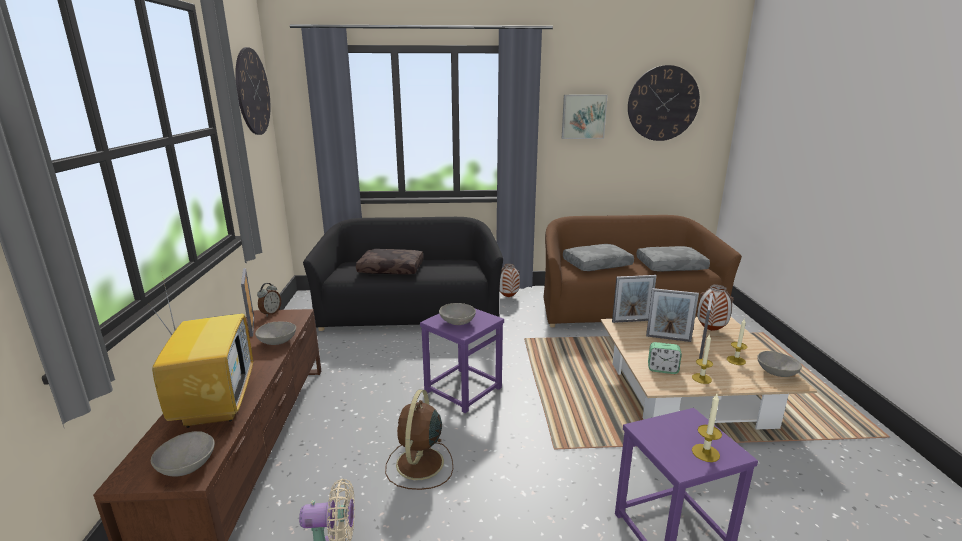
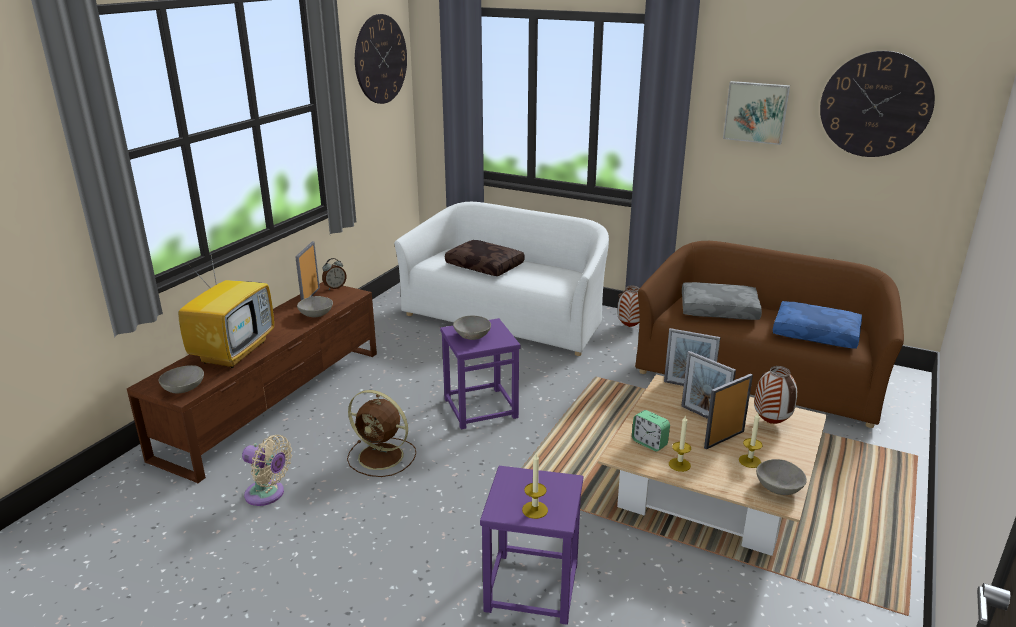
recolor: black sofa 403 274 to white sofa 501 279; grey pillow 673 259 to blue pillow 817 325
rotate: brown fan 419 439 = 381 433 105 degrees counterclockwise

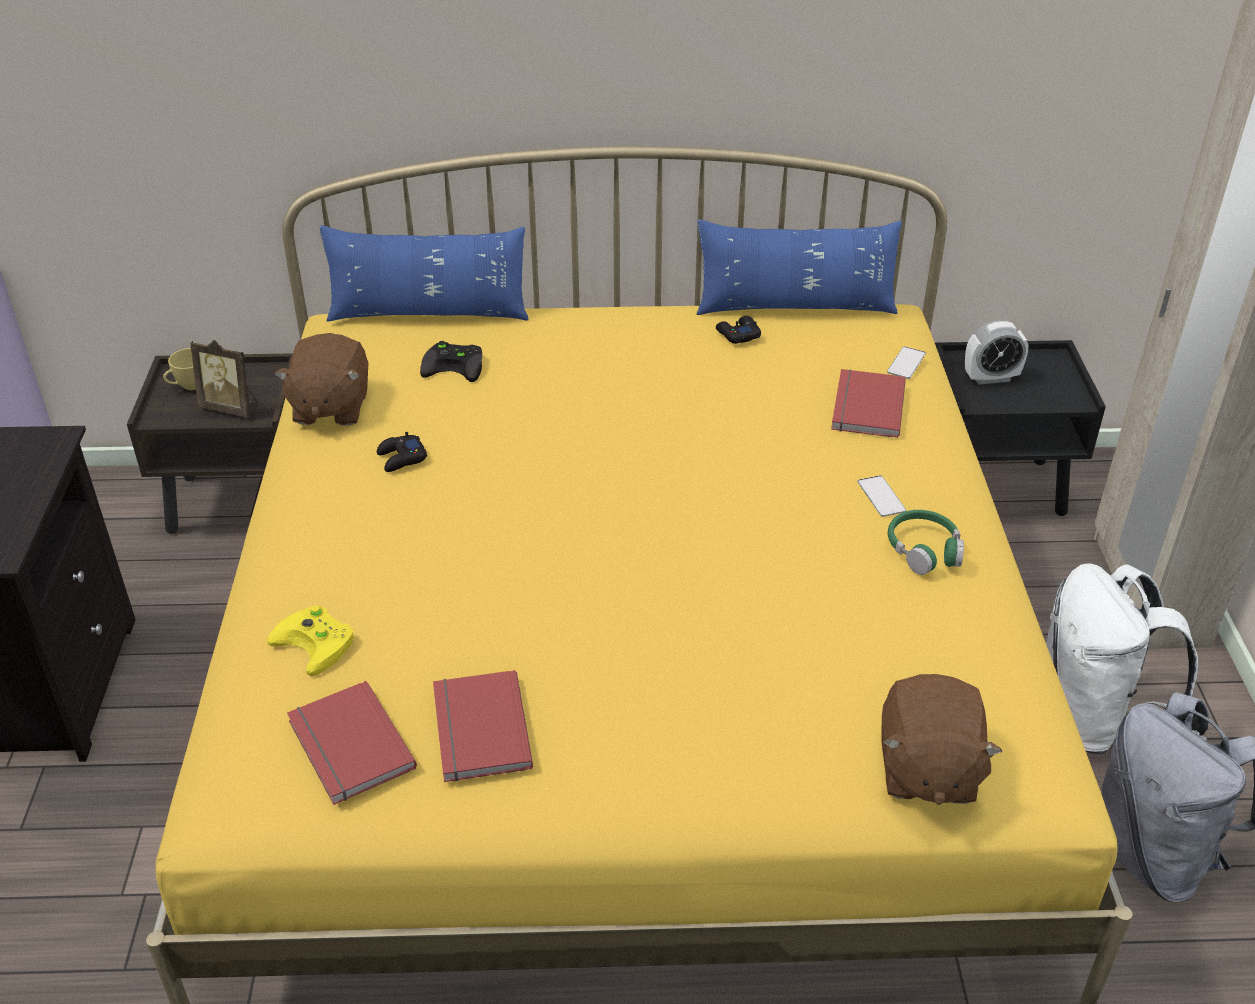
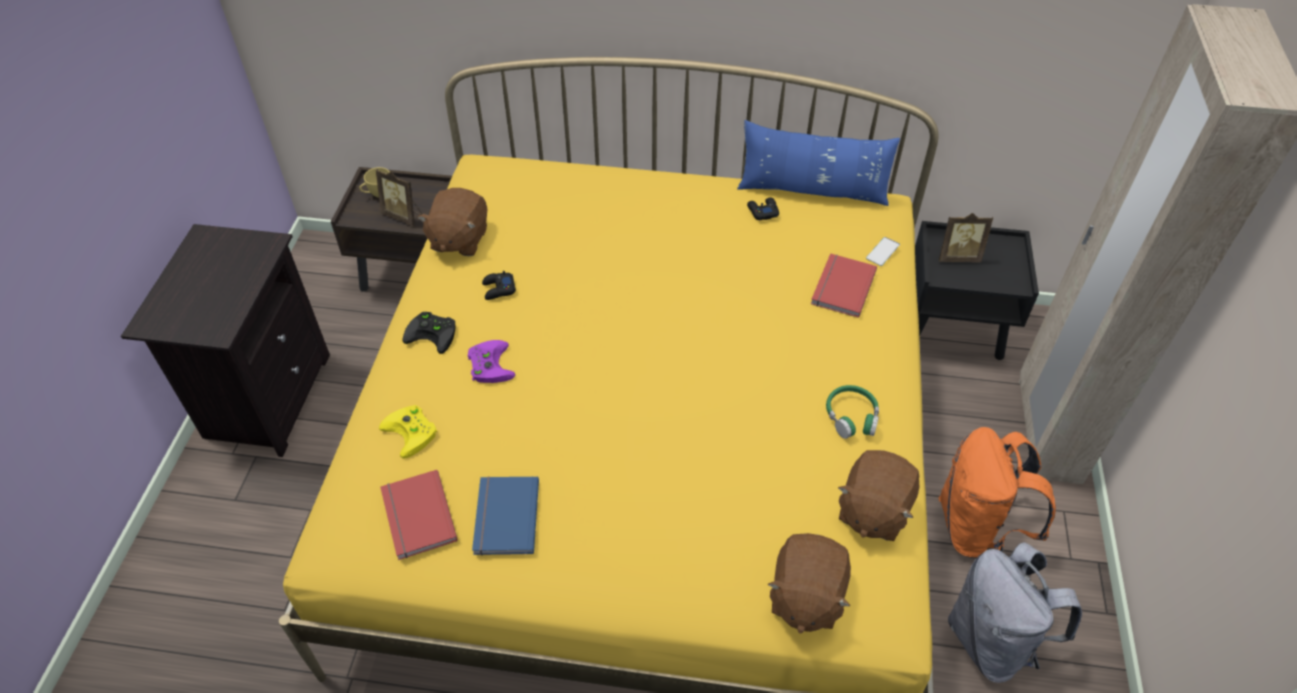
delete: blue pillow 424 273; phone 882 496
insert: purple game controller 492 361; brown plush toy 878 495
move: black game controller 451 361 to 429 333
replace: alarm clock 996 353 to picture frame 966 237
recolor: red book 483 726 to blue book 505 515; white backpack 1122 659 to orange backpack 997 492

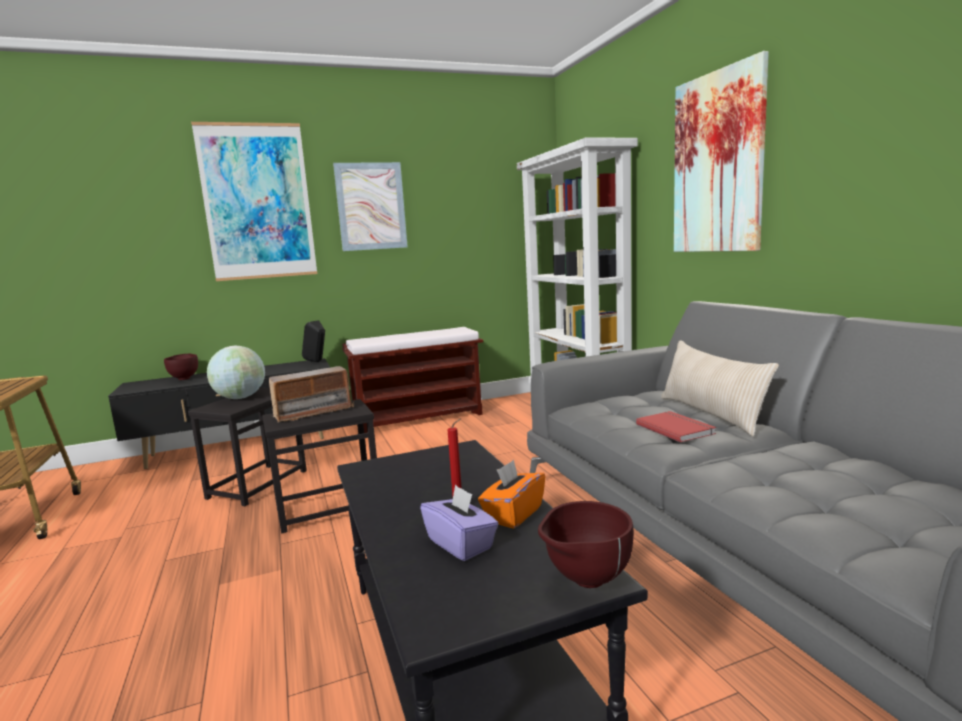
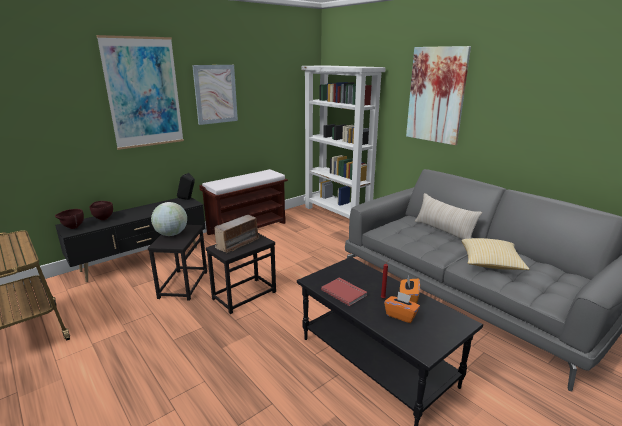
insert: pillow 495 254
move: brown bowl 586 544 to 69 219; red book 676 426 to 344 292
recolor: purple tissue box 459 522 to orange tissue box 402 307

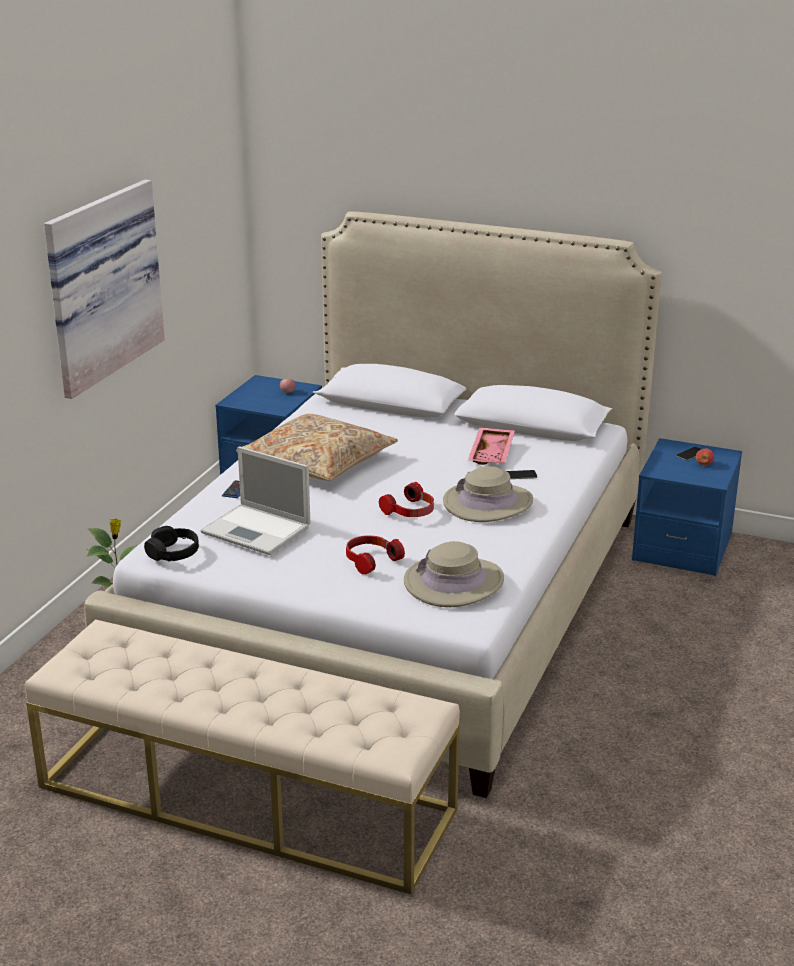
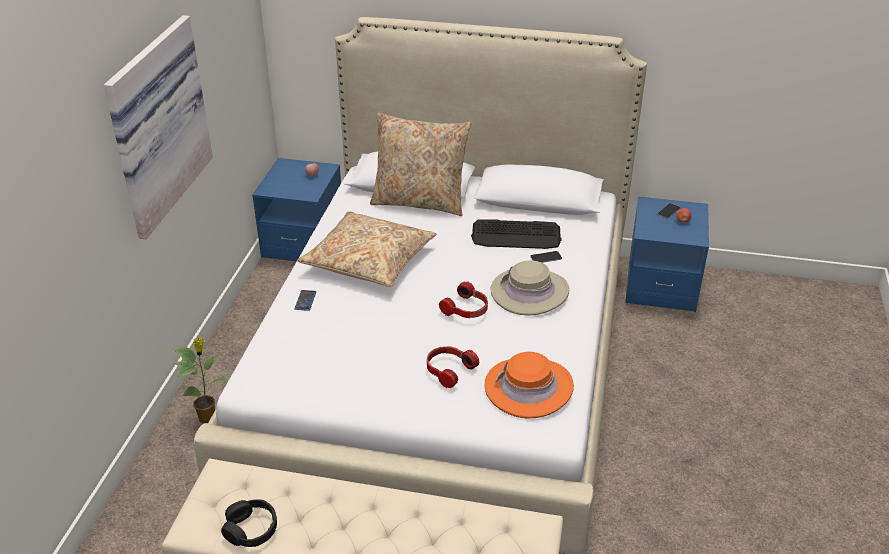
delete: laptop 255 501
insert: beige pillow 421 164
move: black headphones 171 543 to 249 523
replace: pink tray 491 446 to keyboard 516 234
recolor: beige hat 454 574 to orange hat 529 385

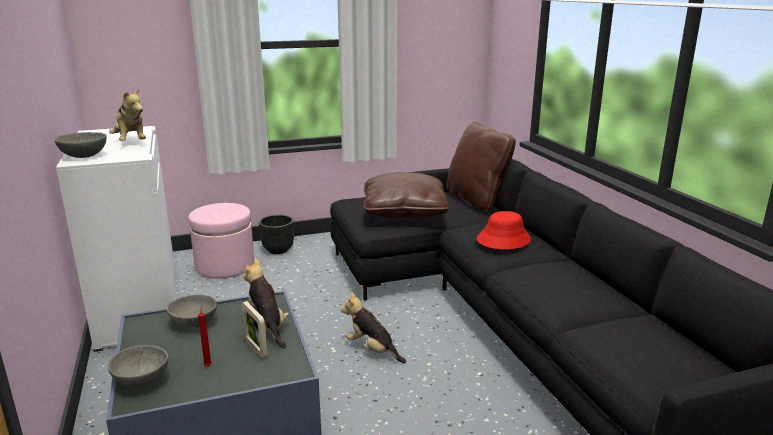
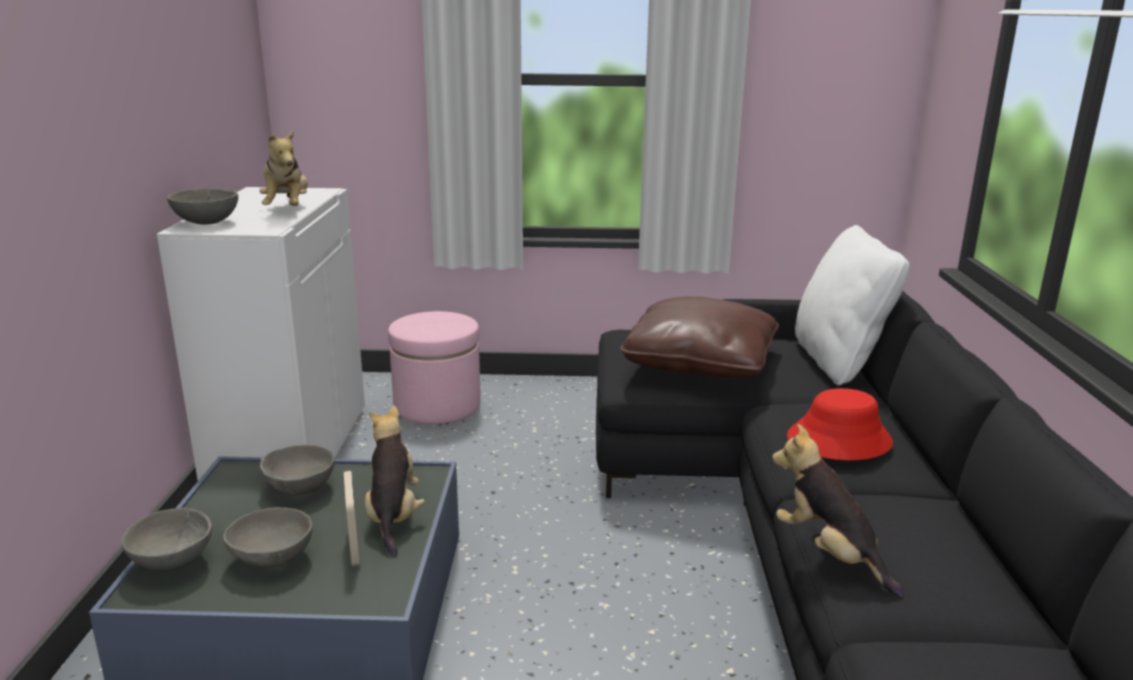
delete: black planter 276 234
move: plush toy 373 328 to 838 510
replace: red candle 205 336 to grey bowl 268 537
recolor: brown pillow 481 167 to white pillow 852 305

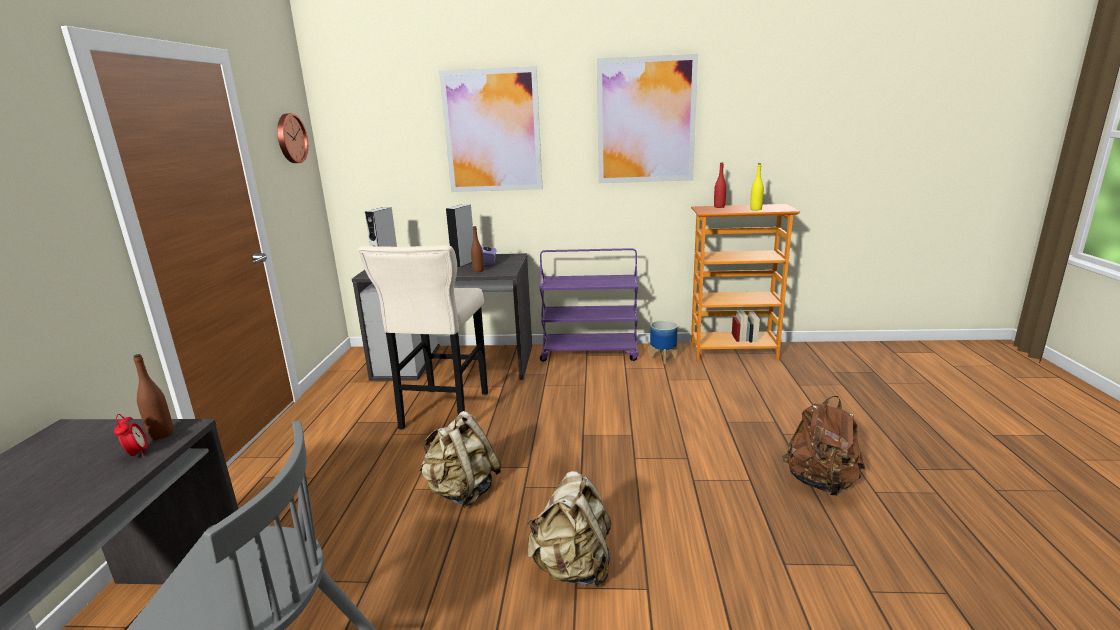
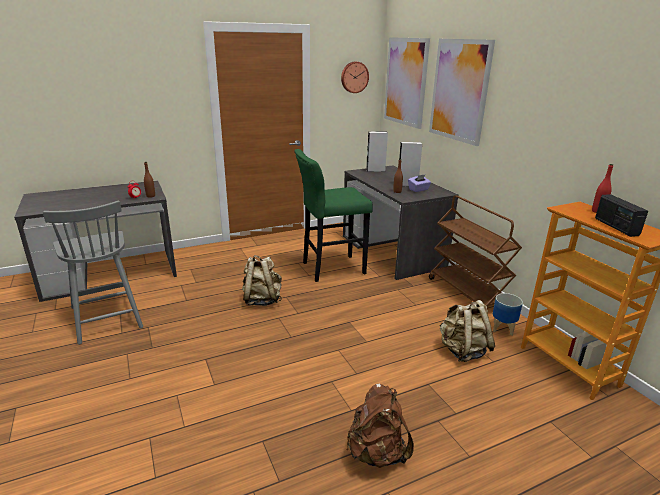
move: beige backpack 569 529 to 467 331; picture 647 118 to 407 83
replace: yellow bottle 757 186 to radio 621 215
recolor: beige stool 423 337 to green stool 333 215; purple cart 589 305 to brown cart 475 251

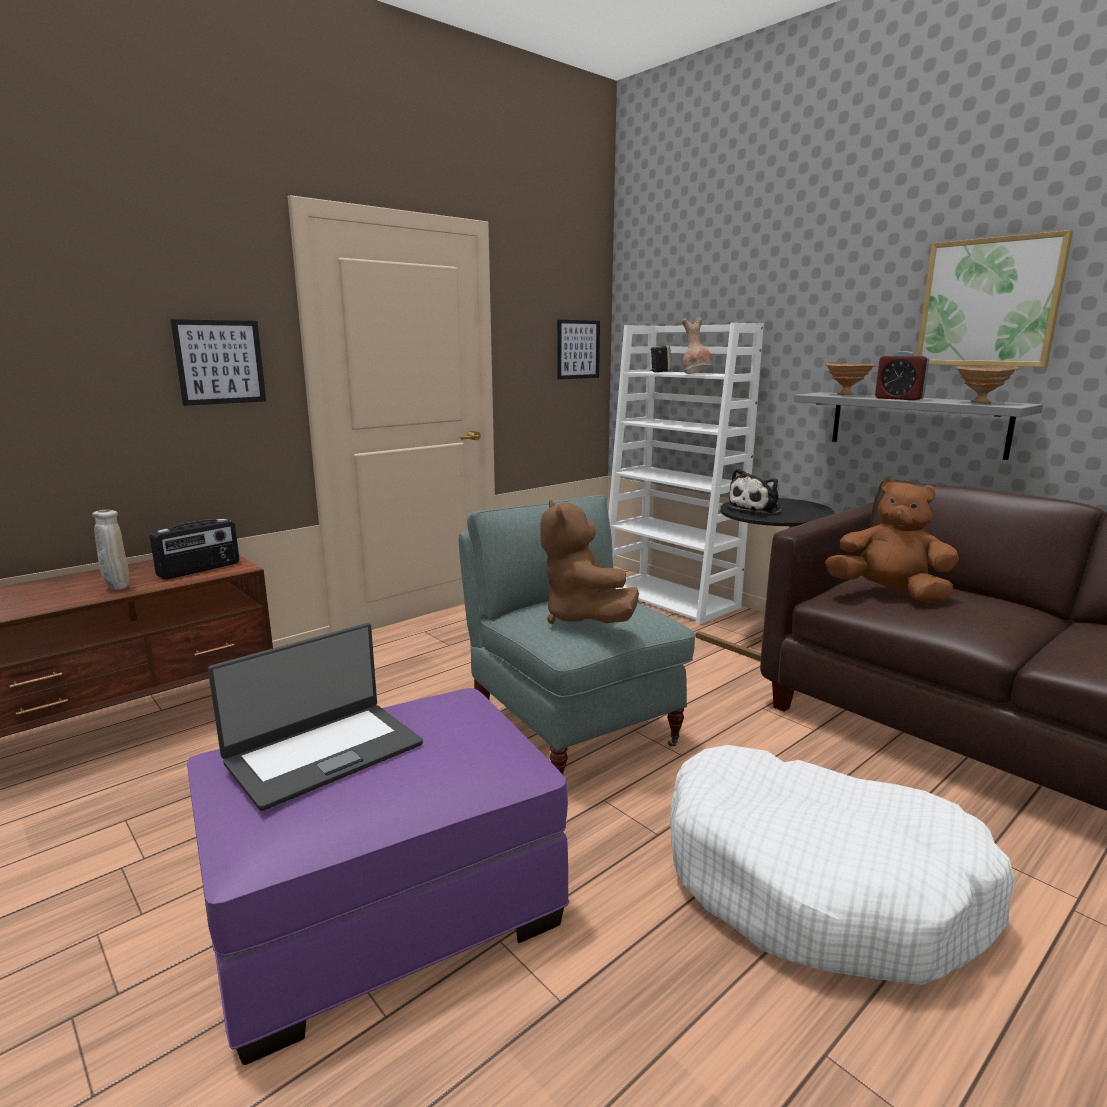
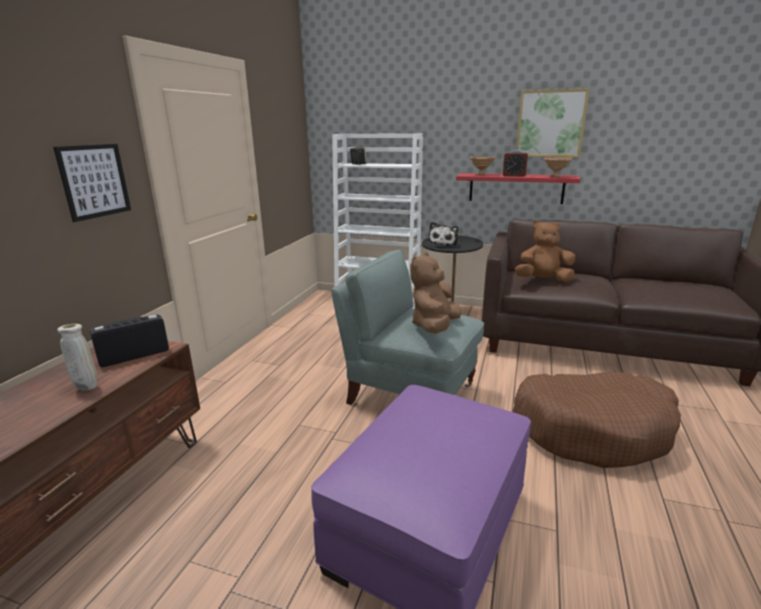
delete: laptop 315 717; picture 578 349; brown vase 697 345
recolor: white dog bed 842 865 to brown dog bed 597 420; grey shelf 918 426 to red shelf 518 188
rotate: radio 194 549 = 129 341 135 degrees counterclockwise; brown plush toy 589 562 = 436 293 75 degrees clockwise

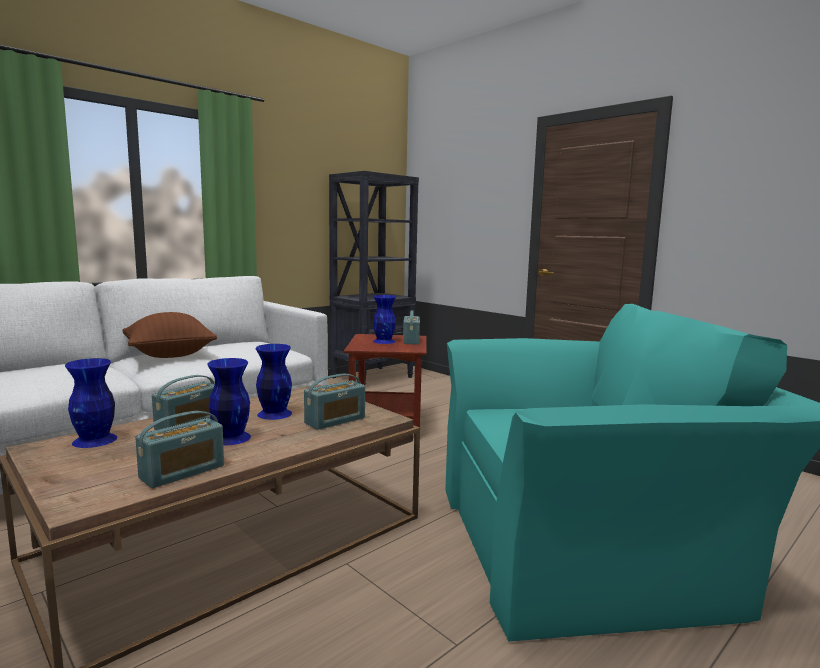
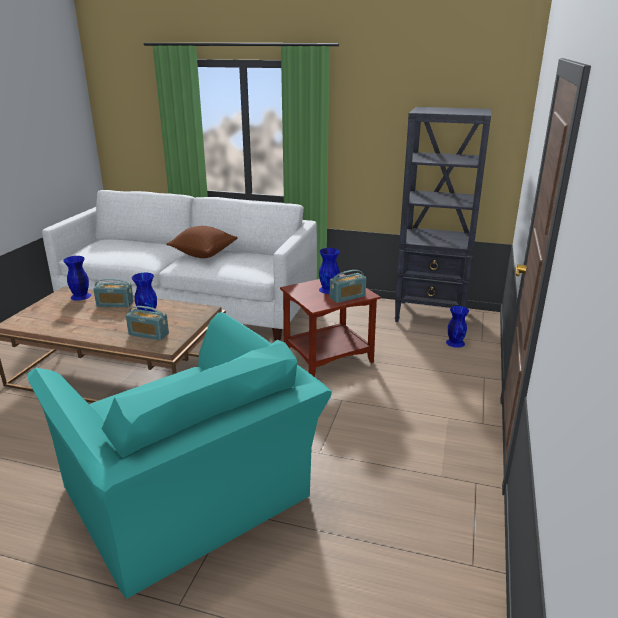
delete: radio 179 449
move: blue vase 229 401 to 457 327

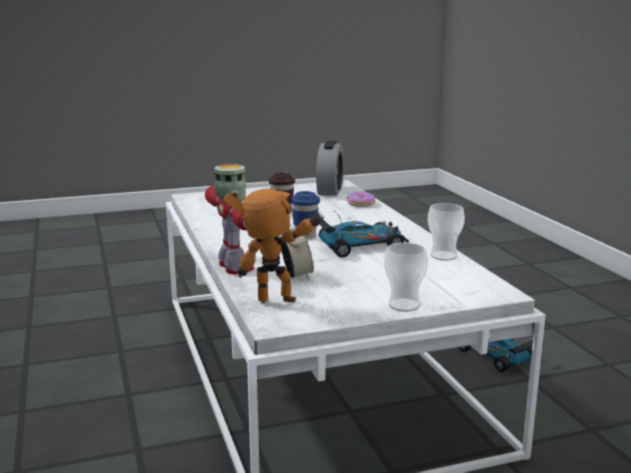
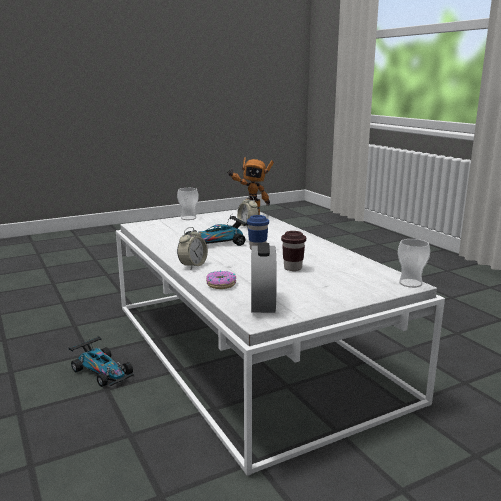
delete: toy robot 229 219
insert: alarm clock 192 248
move: cup 446 232 to 414 263

